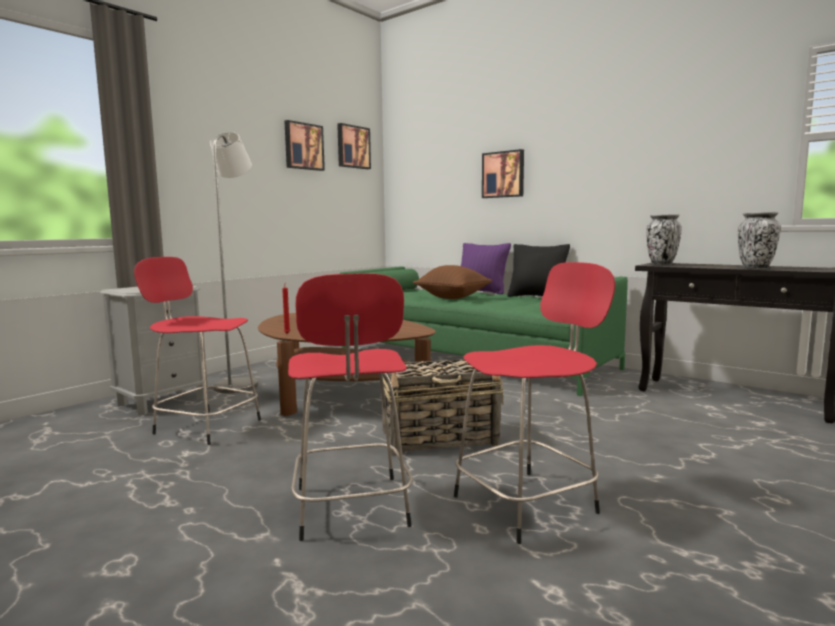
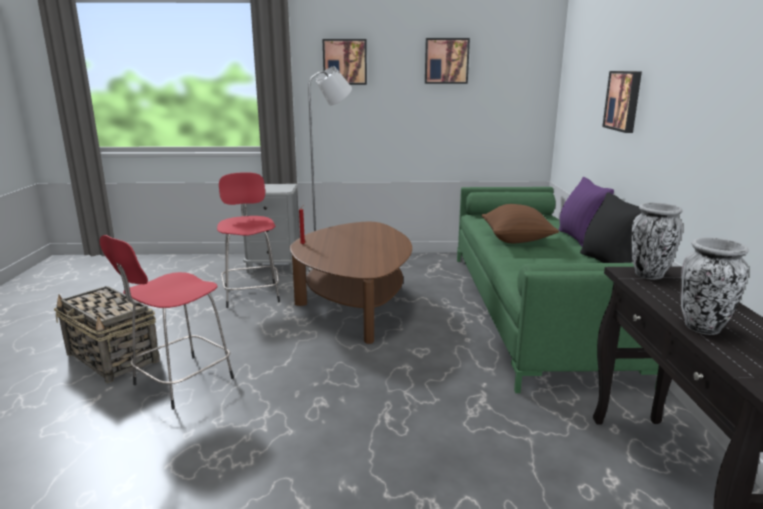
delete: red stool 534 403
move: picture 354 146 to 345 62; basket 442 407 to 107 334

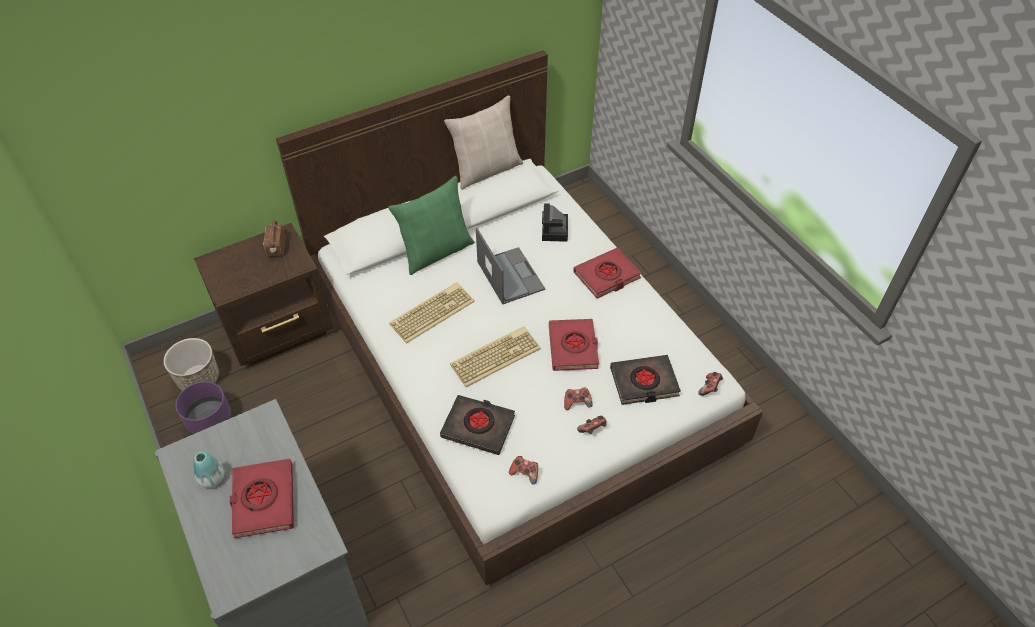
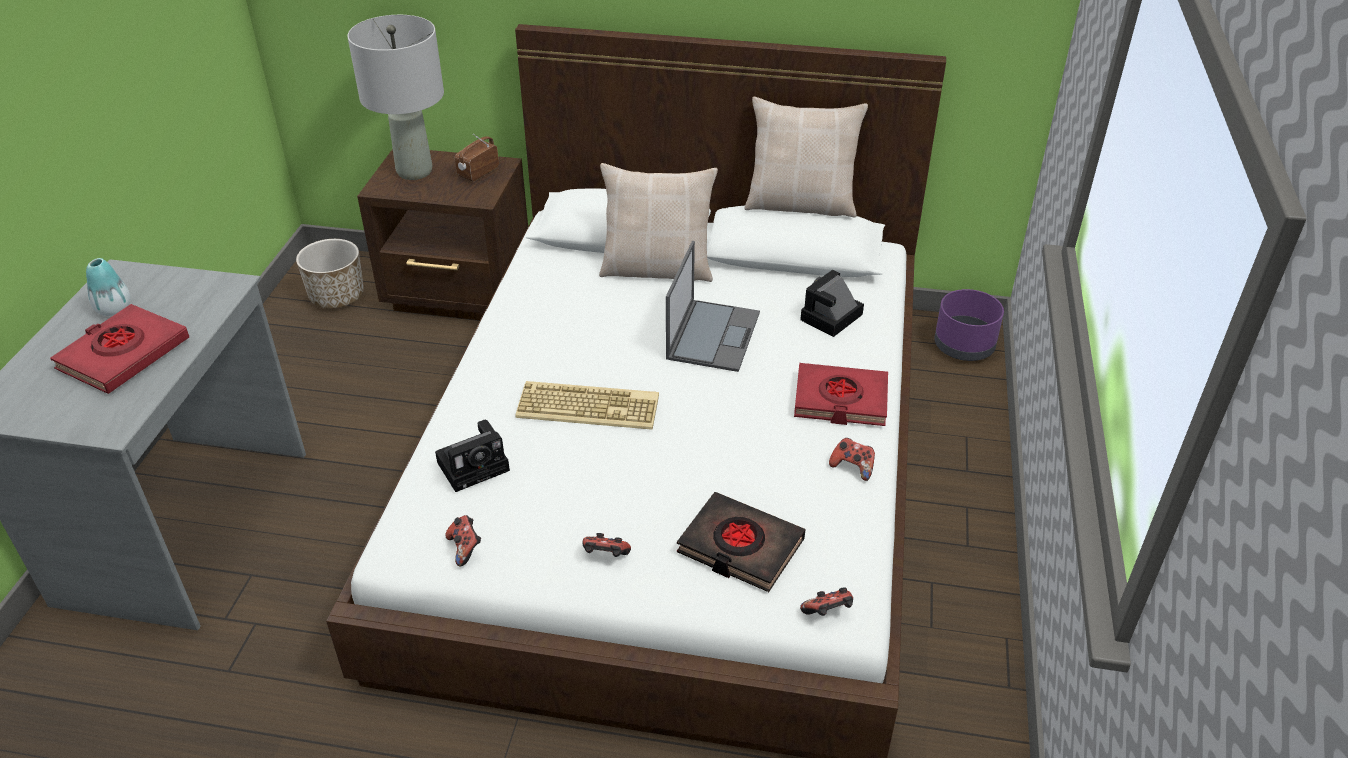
delete: keyboard 432 313; red book 574 345
insert: grey table lamp 395 97
move: purple planter 203 408 to 969 325; game controller 578 399 to 852 459
replace: black book 477 425 to photo camera 472 456
recolor: green pillow 431 225 to beige pillow 658 222

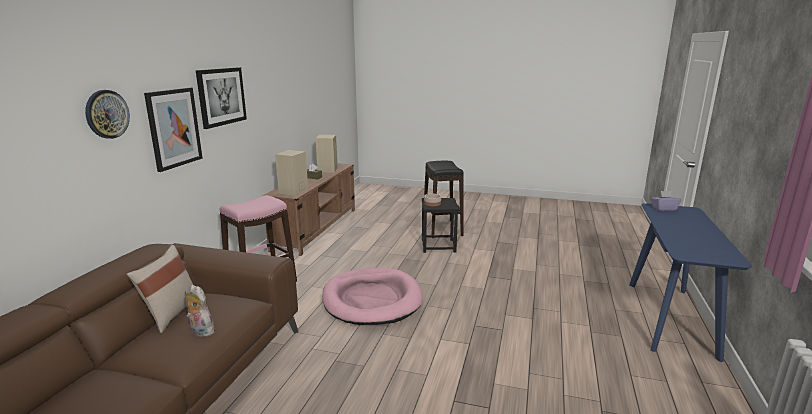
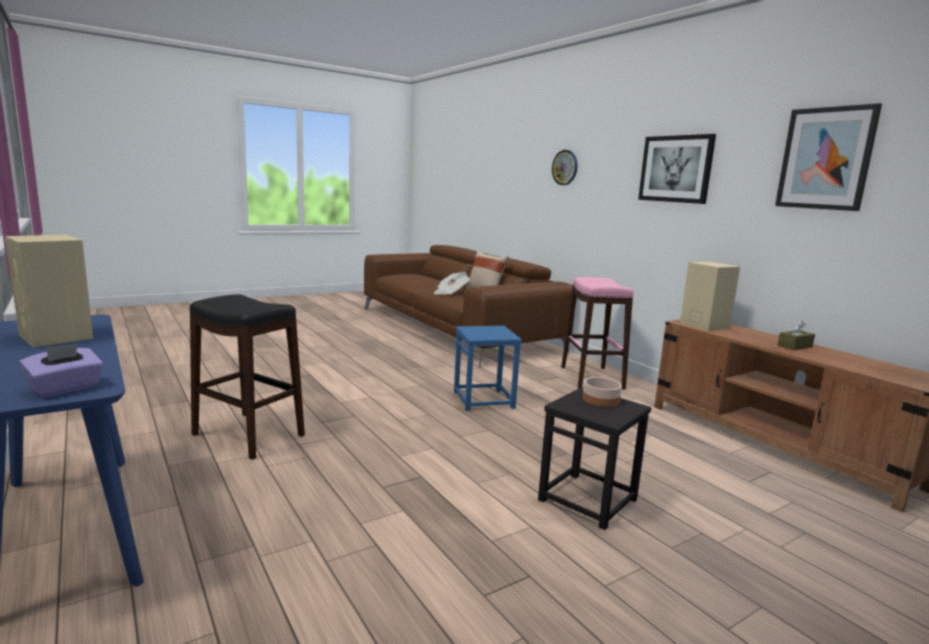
move: picture 173 130 to 828 157; beige speaker 327 153 to 49 291; black stool 443 199 to 247 377
replace: plush toy 199 311 to newspaper 452 283; pink dog bed 372 296 to blue stool 488 368

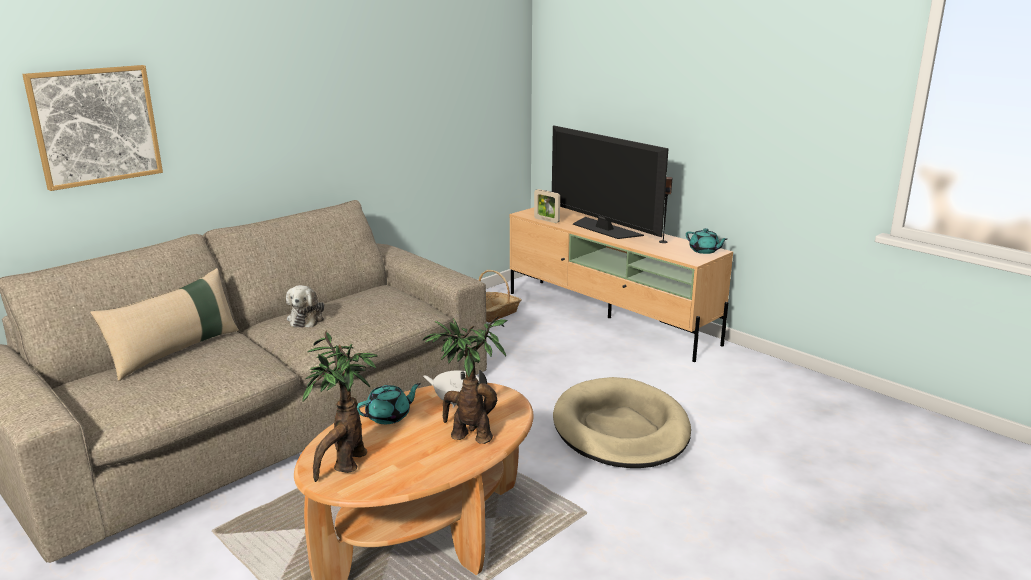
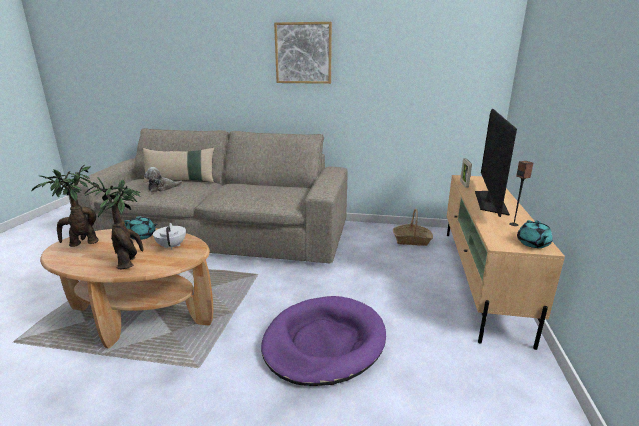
move: picture 92 128 to 303 53; plush toy 305 306 to 163 179
recolor: beige dog bed 622 422 to purple dog bed 323 341

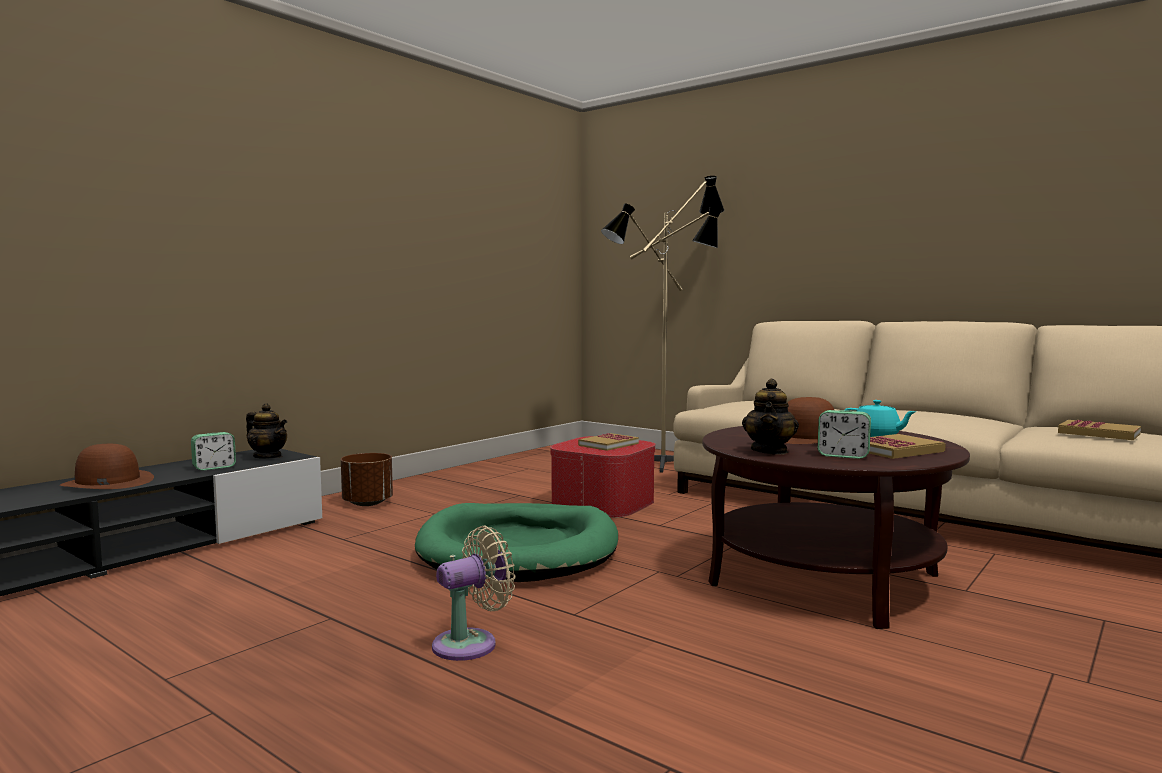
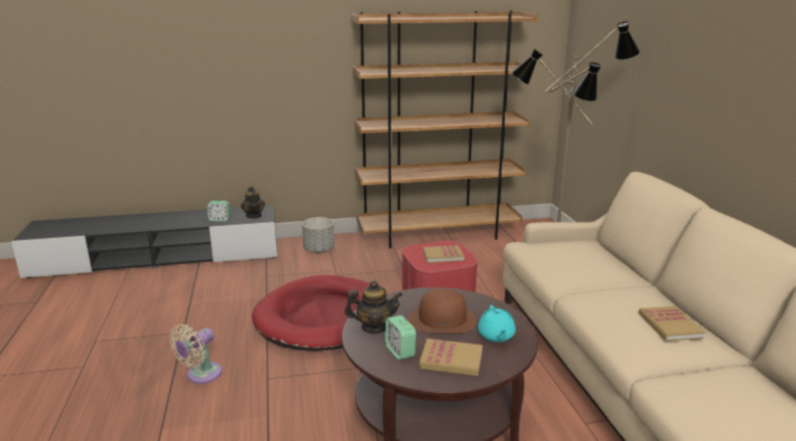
delete: brown hat 107 466
insert: brown bookcase 444 129
move: book 1099 430 to 671 323
recolor: brown planter 367 479 to grey planter 318 235; green dog bed 516 542 to red dog bed 320 313
rotate: beige fan 473 593 = 196 354 120 degrees clockwise; teapot 770 417 = 373 306 150 degrees counterclockwise

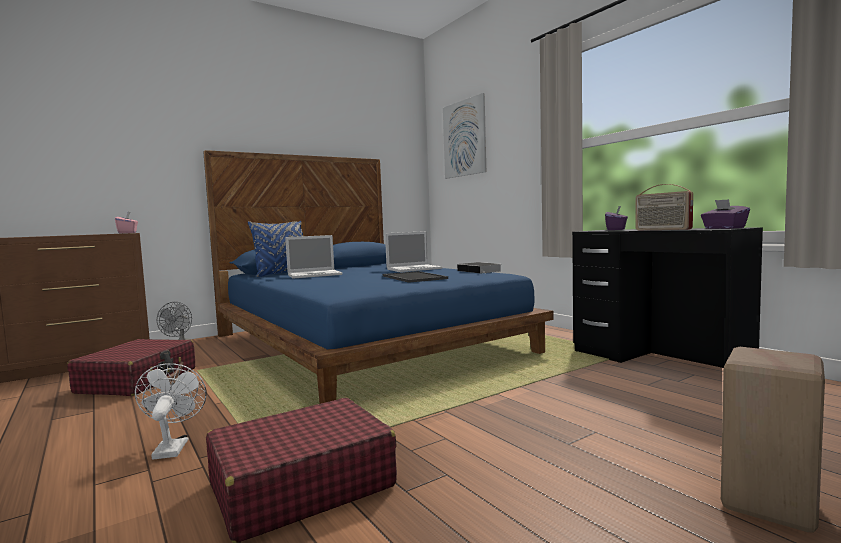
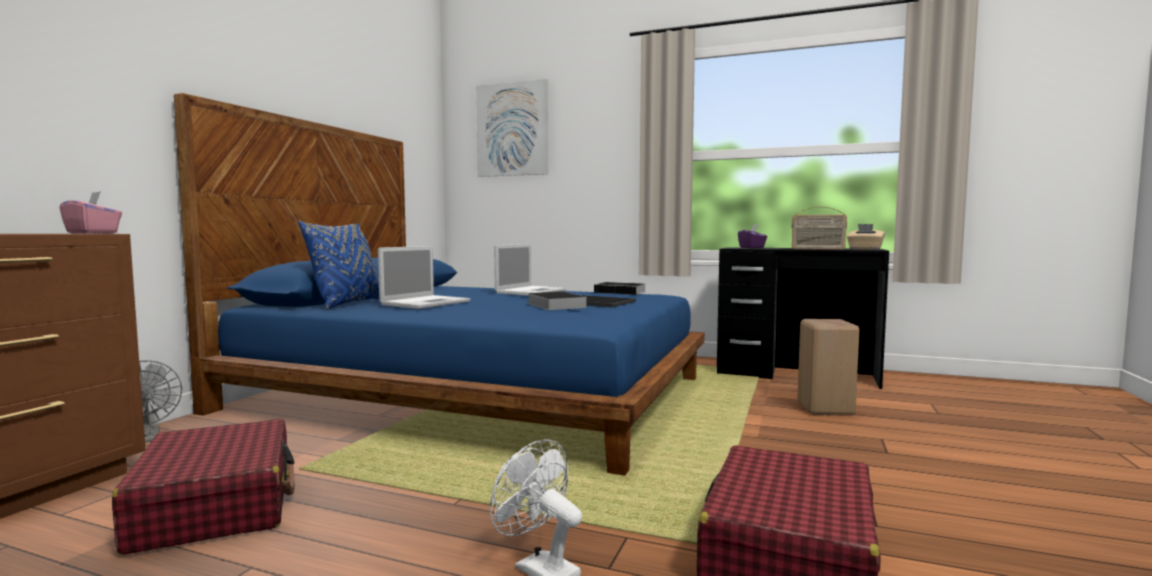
insert: book 557 300
move: beige stool 773 439 to 828 367
recolor: purple tissue box 725 214 to beige tissue box 866 237

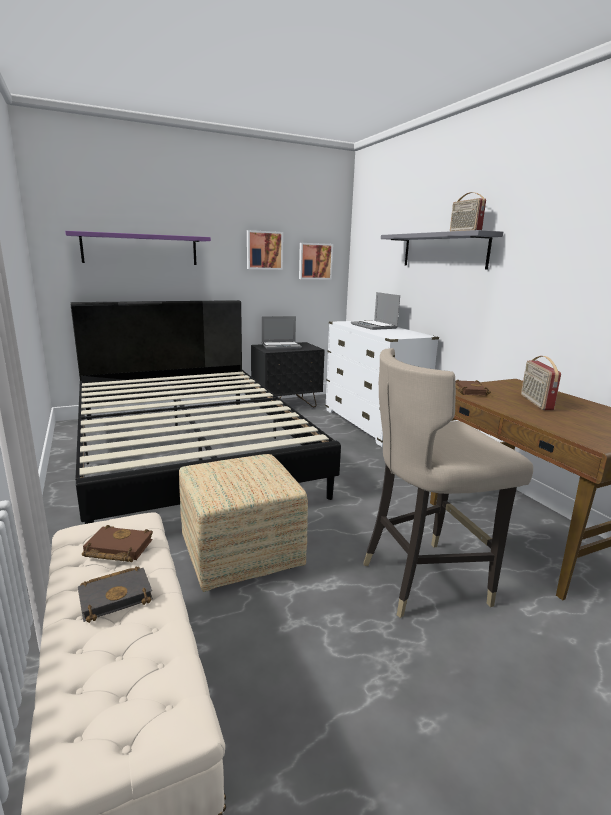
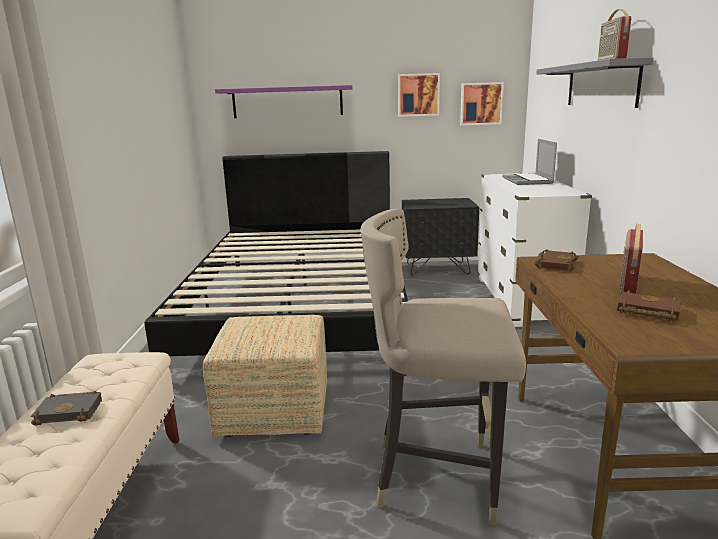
delete: laptop 282 333
move: brown book 117 543 to 649 306

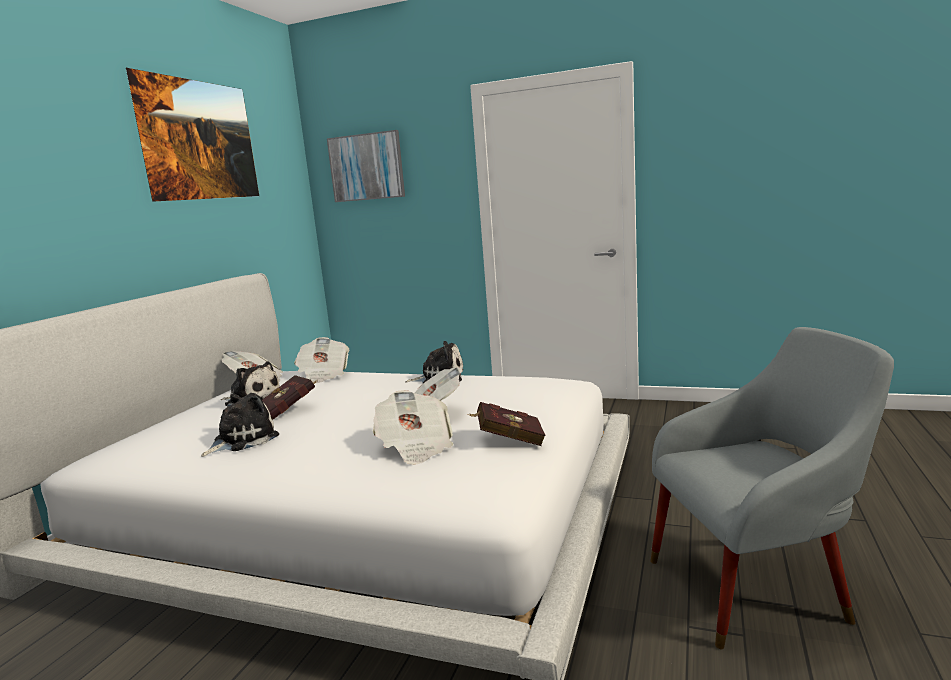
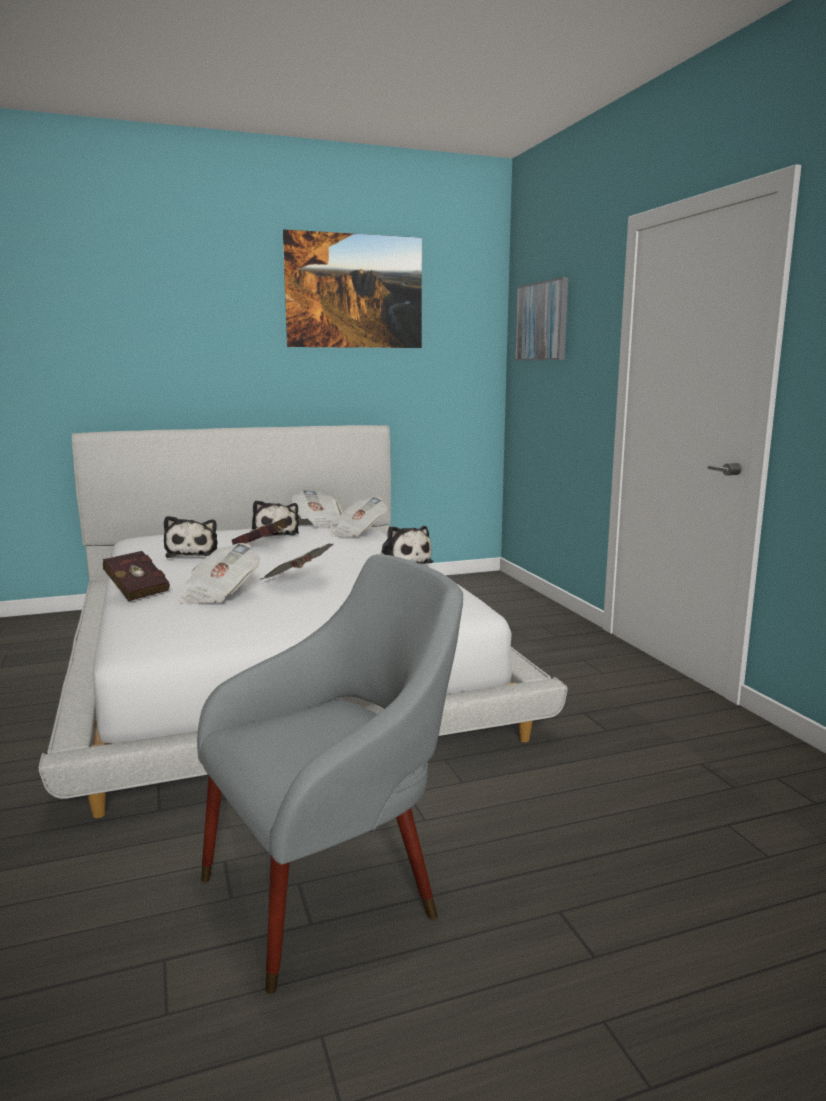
move: red book 507 424 to 136 576
rotate: plush toy 240 425 = 190 537 75 degrees clockwise; grey armchair 772 488 = 330 774 75 degrees counterclockwise

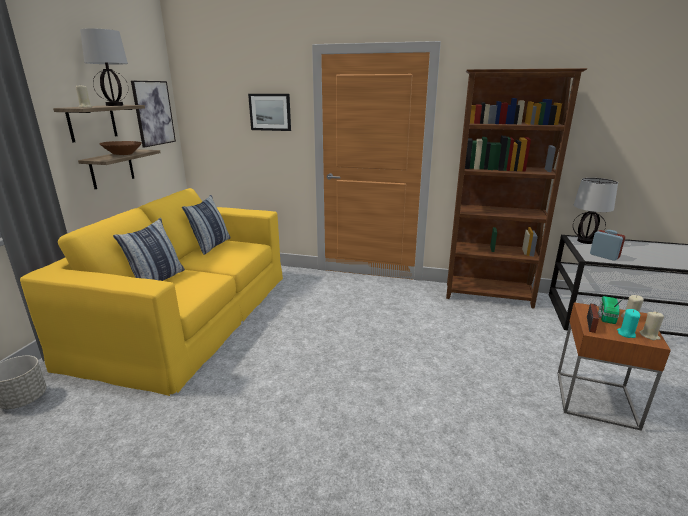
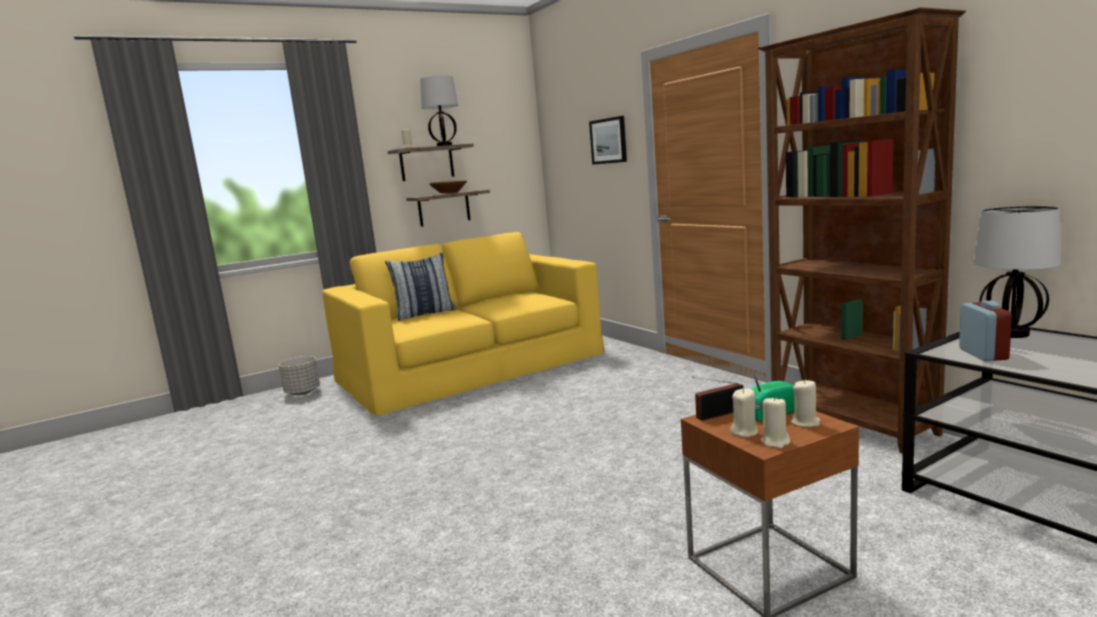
delete: picture 153 114; pillow 206 225
recolor: turquoise candle 628 323 to beige candle 744 412

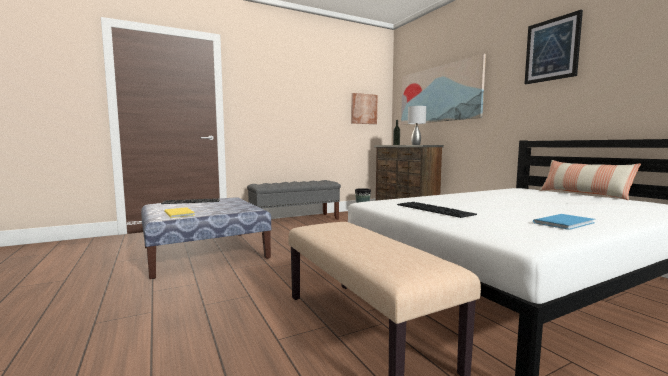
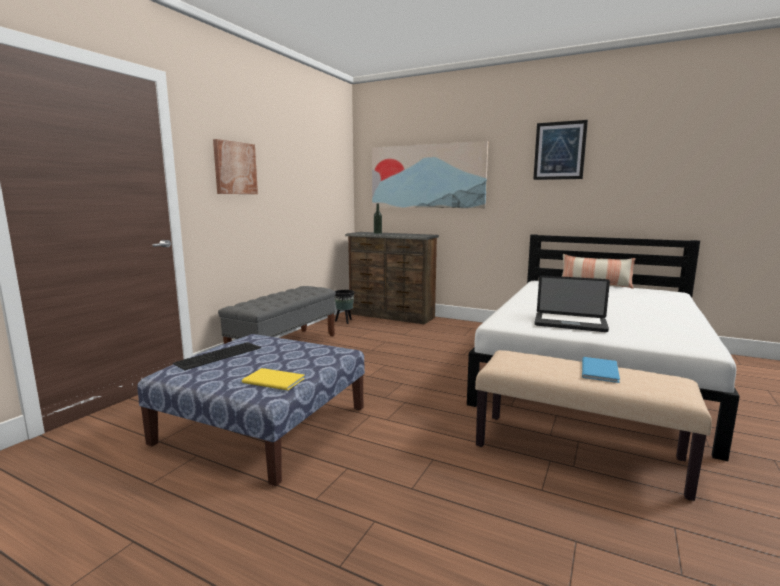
delete: grey table lamp 417 125
move: picture 364 108 to 235 166; blue book 564 222 to 601 370
replace: keyboard 437 210 to laptop 572 303

